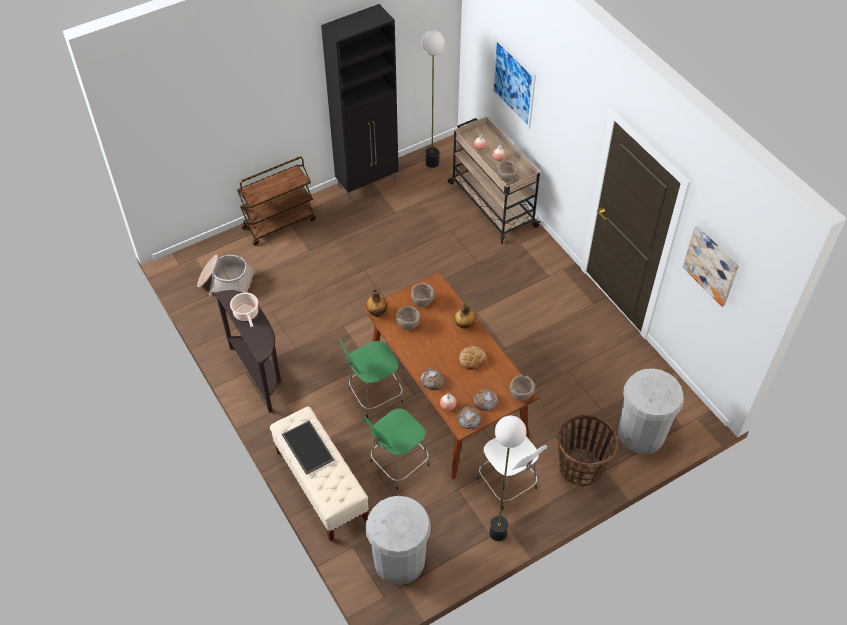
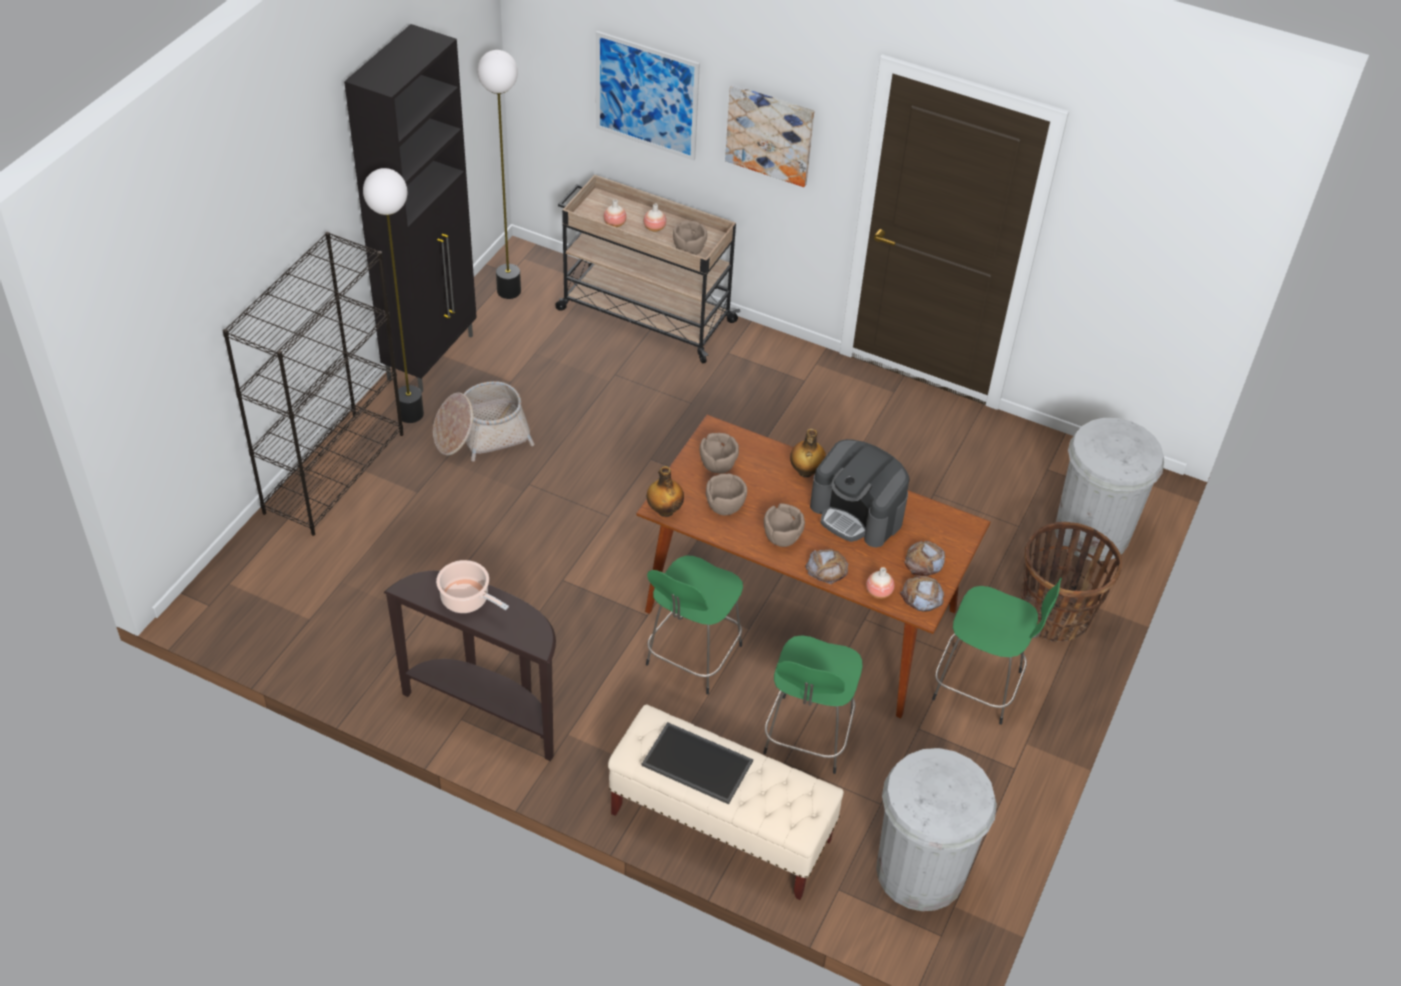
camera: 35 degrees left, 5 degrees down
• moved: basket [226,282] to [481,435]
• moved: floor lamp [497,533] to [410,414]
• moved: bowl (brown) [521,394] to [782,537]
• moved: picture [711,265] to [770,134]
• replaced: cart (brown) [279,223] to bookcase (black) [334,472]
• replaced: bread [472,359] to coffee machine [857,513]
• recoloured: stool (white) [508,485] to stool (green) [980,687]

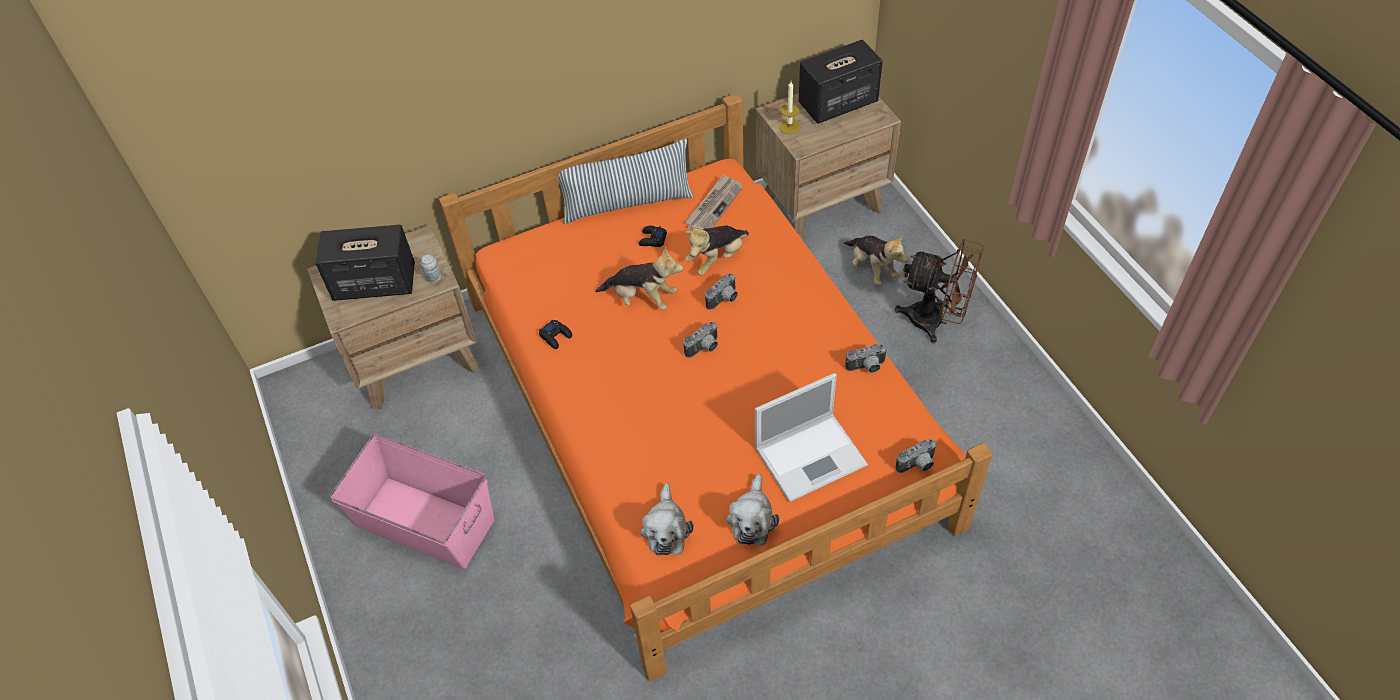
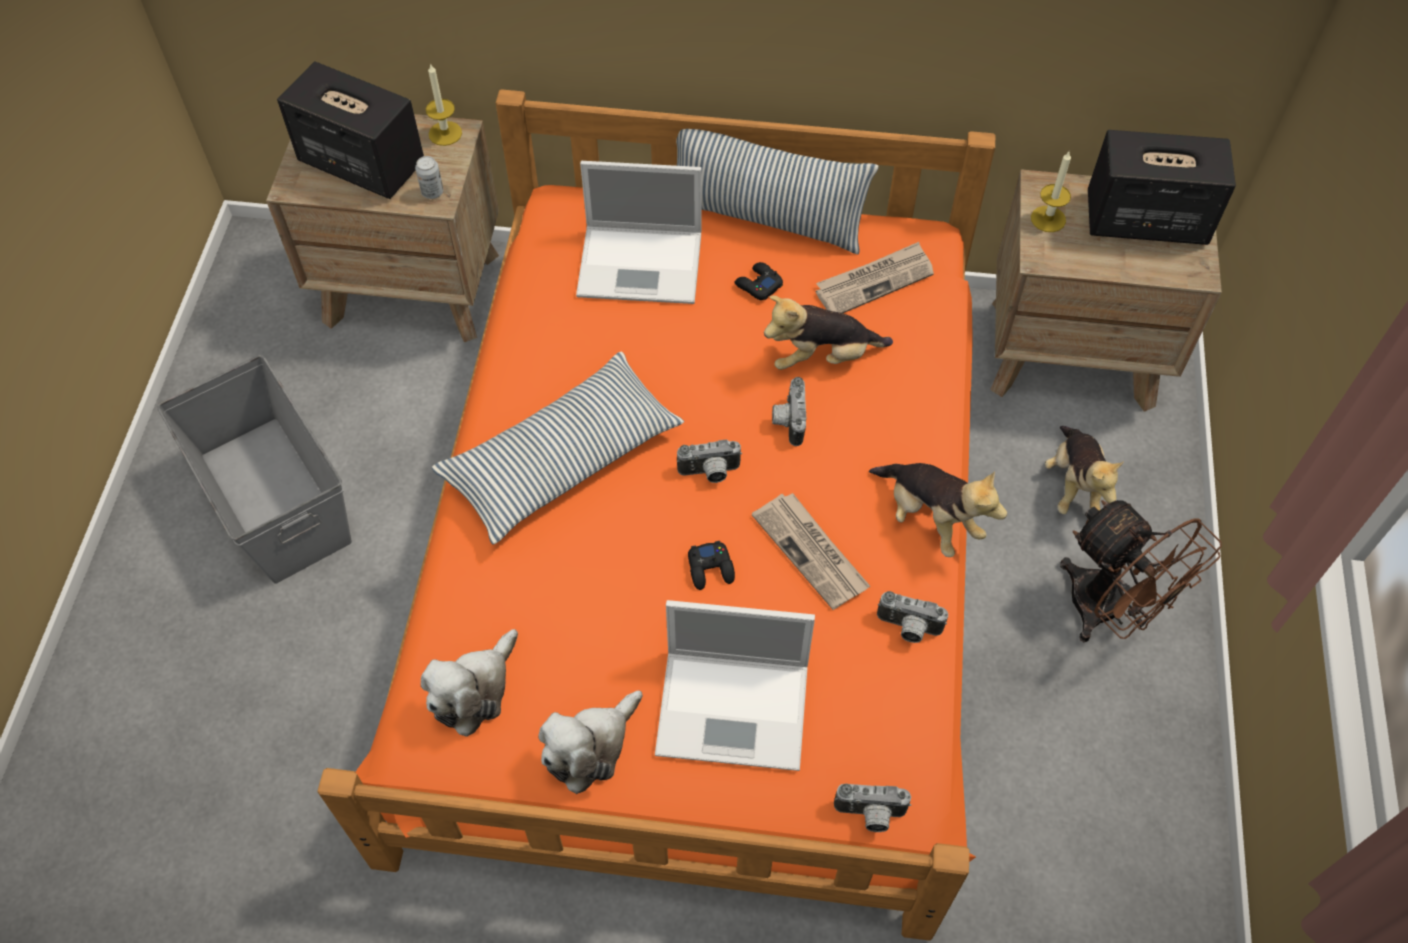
camera: 30 degrees right, 5 degrees up
• added: candle [445,133]
• added: pillow [562,458]
• added: laptop [643,264]
• added: newspaper [811,552]
• moved: game controller (black) [556,336] to [711,568]
• moved: plush toy [642,298] to [929,519]
• recoloured: storage box (pink) [425,523] to storage box (grey) [274,499]
• turned: photo camera [724,300] = [787,420] 105 degrees clockwise

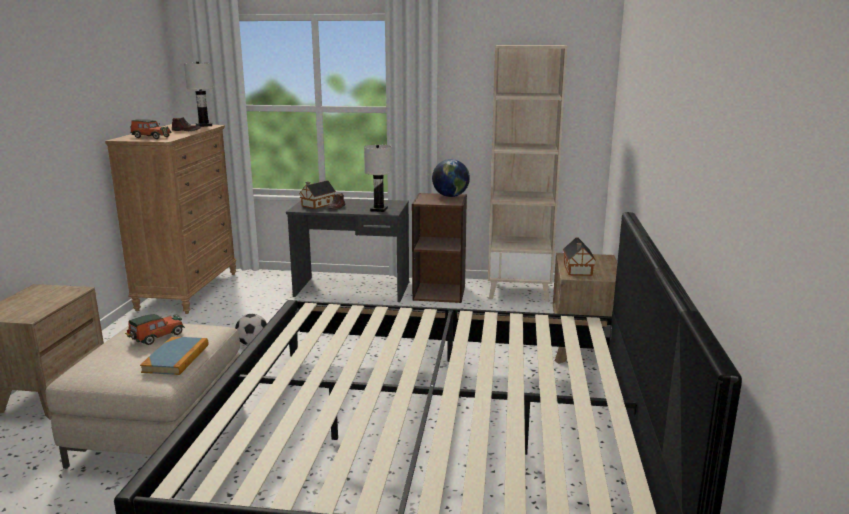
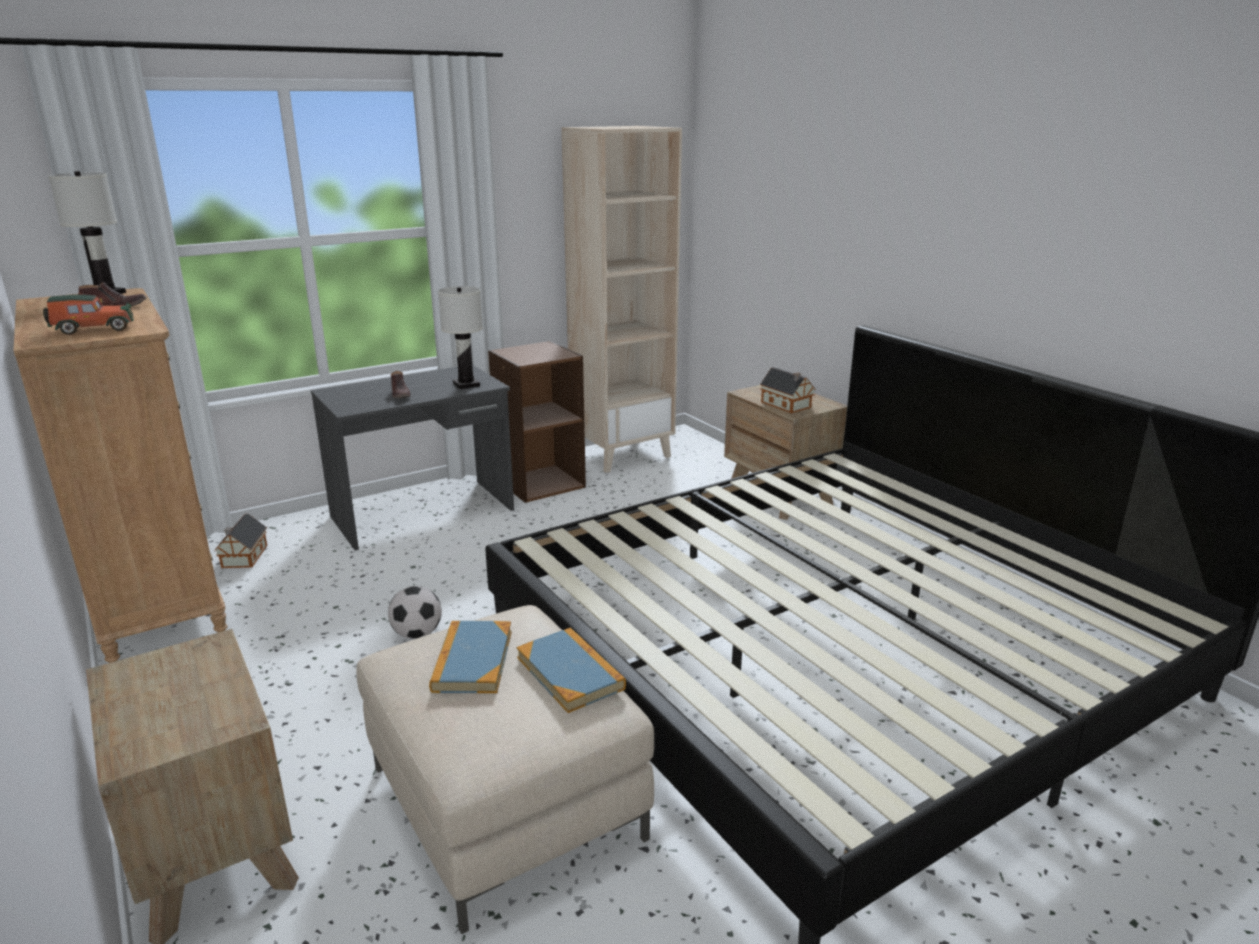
camera: 40 degrees left, 5 degrees up
• removed: globe [450,196]
• moved: toy house [317,205] to [243,557]
• replaced: toy car [156,337] to book [472,660]

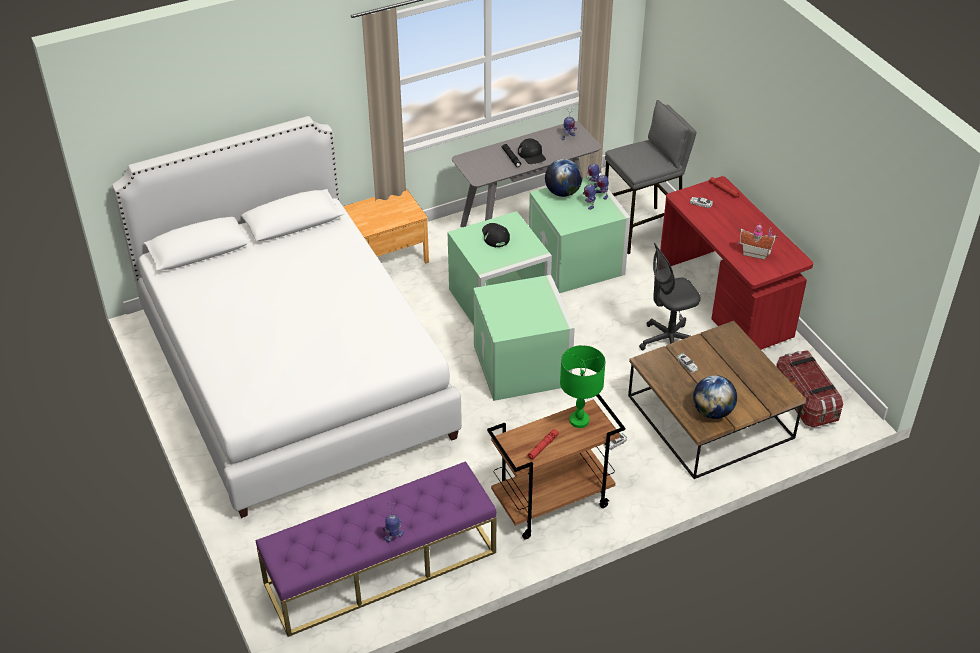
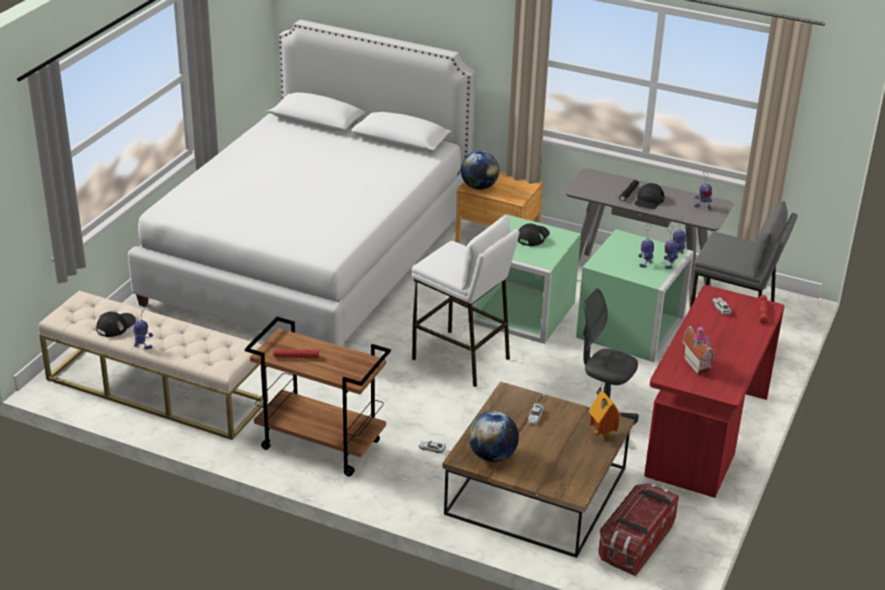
camera: 50 degrees right, 10 degrees down
• removed: table lamp (green) [578,420]
• added: cap (black) [116,326]
• added: toy house [601,435]
• moved: globe [562,192] to [479,187]
• replaced: storage box (green) [523,366] to stool (white) [461,359]
• recoloured: bench (purple) [380,568] to bench (beige) [155,390]

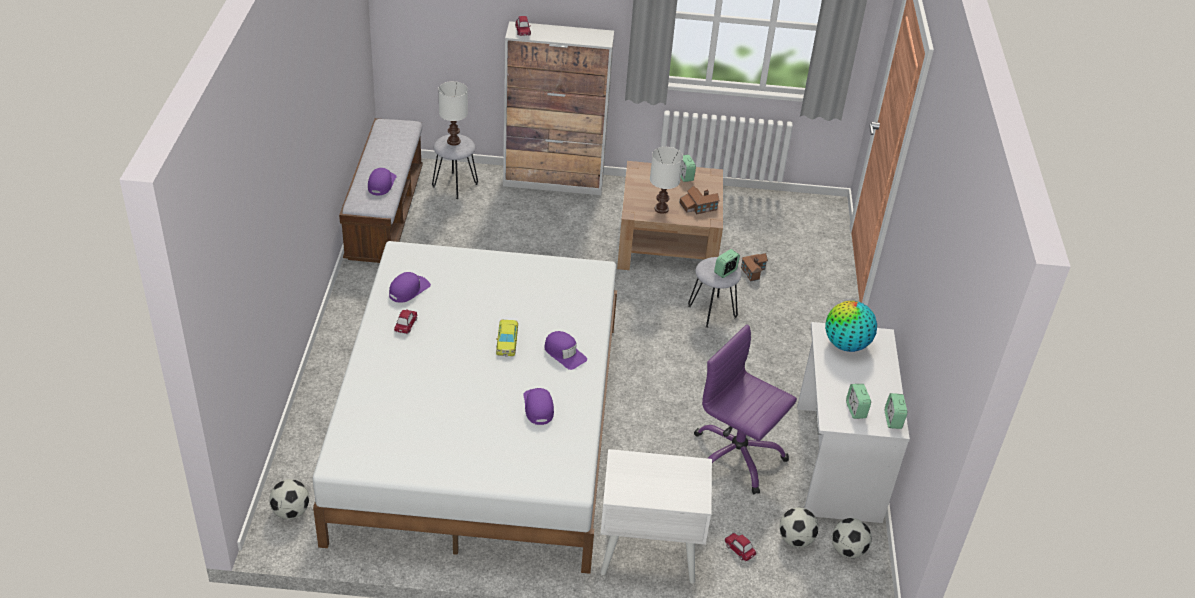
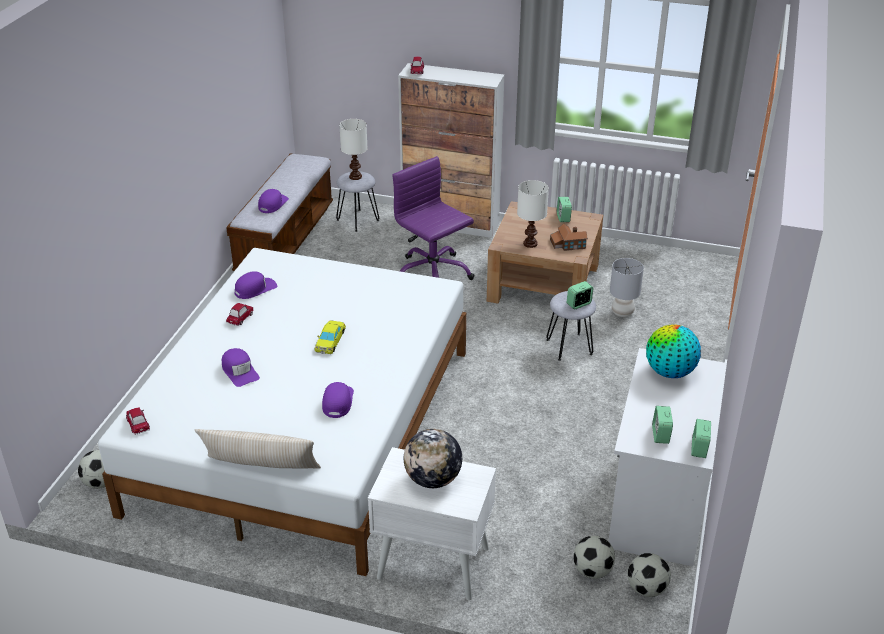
camera: 15 degrees right, 5 degrees down
• added: pillow (beige) [261,468]
• added: globe [433,479]
• moved: cap (purple) [564,353] to [239,371]
• moved: office chair (purple) [736,457] to [432,273]
• moved: toy car [739,549] to [138,424]
• replaced: toy house [753,269] to table lamp (grey) [622,313]

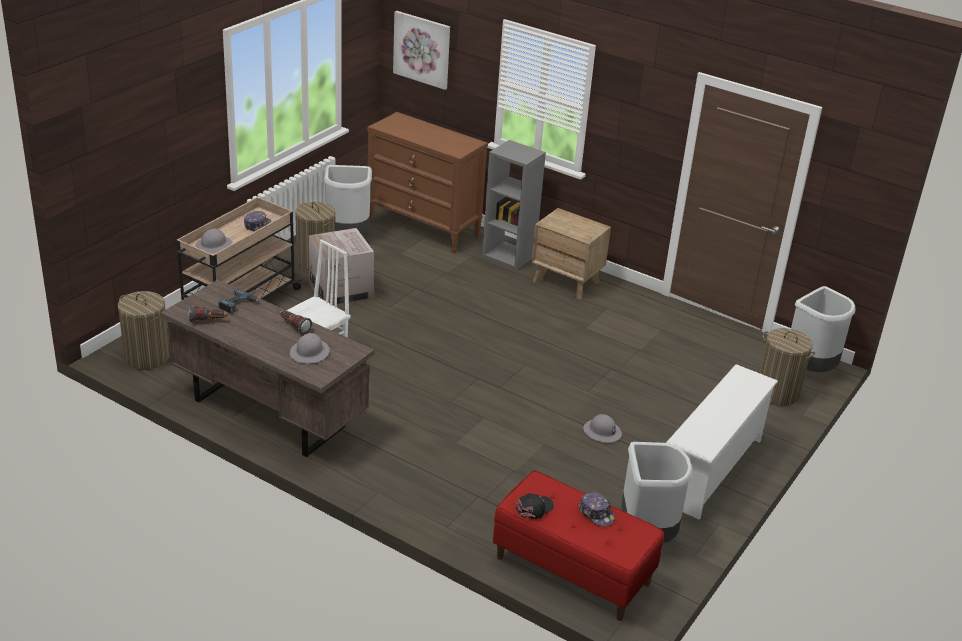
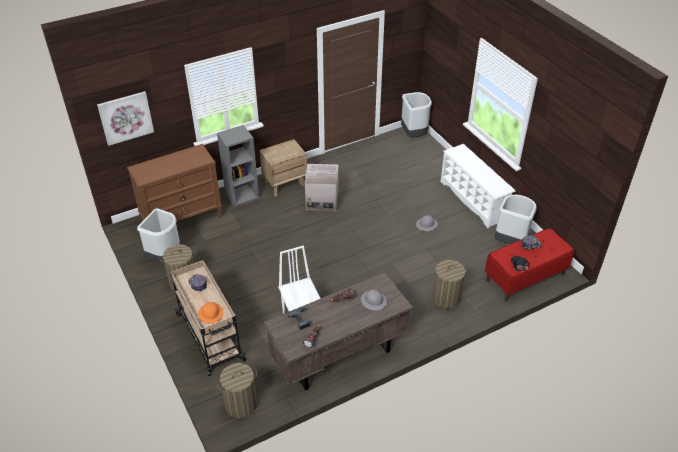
camera: 60 degrees left, 10 degrees up
• moved: cardboard box [341,291] to [322,200]
• moved: laundry basket [777,393] to [446,298]
• recoloured: hard hat (grey) [214,246] to hard hat (orange) [211,313]

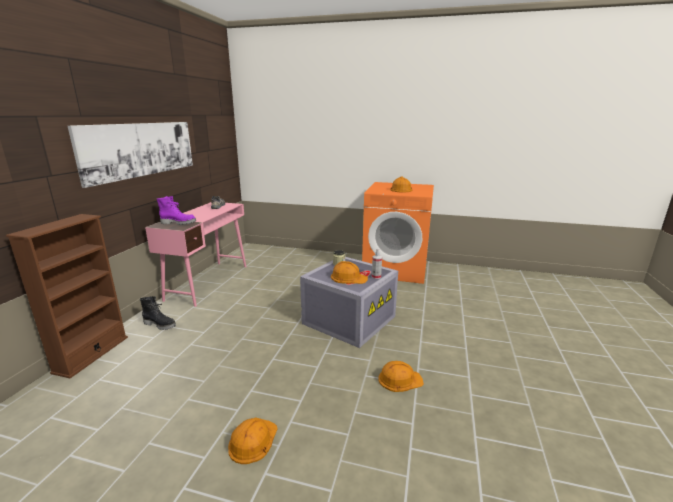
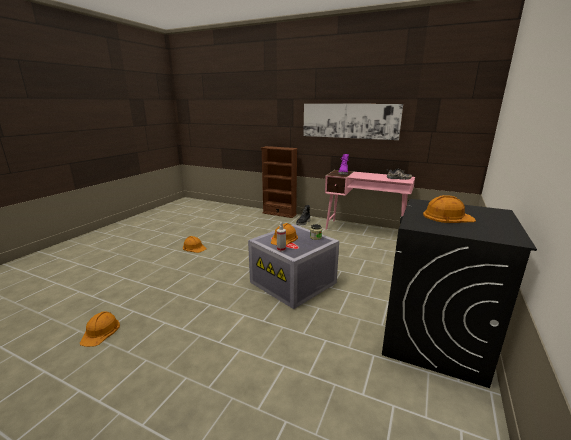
camera: 100 degrees right, 0 degrees up
• moved: hard hat (orange) [399,379] to [100,331]
• recoloured: washing machine (orange) [396,269] to washing machine (black) [434,338]

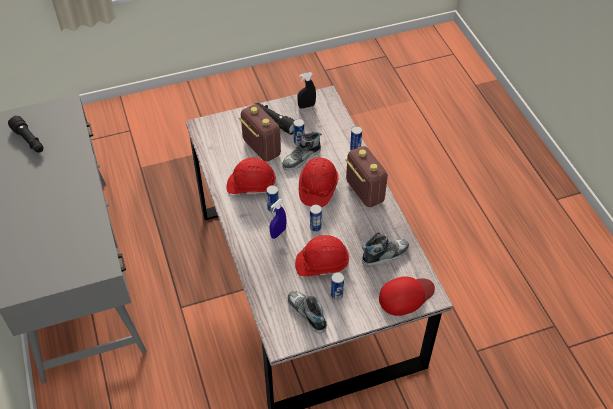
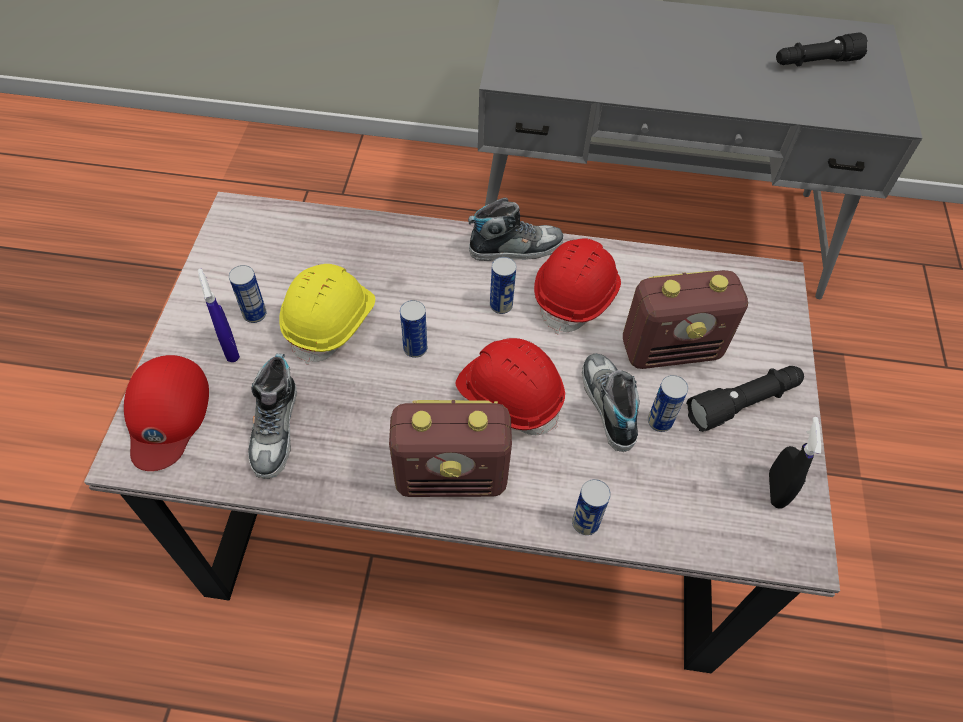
camera: 115 degrees right, 5 degrees up
• moved: spray bottle (blue) [278,233] to [230,348]
• moved: shoe [306,313] to [515,247]
• recoloured: hard hat (red) [321,264] to hard hat (yellow) [331,322]

